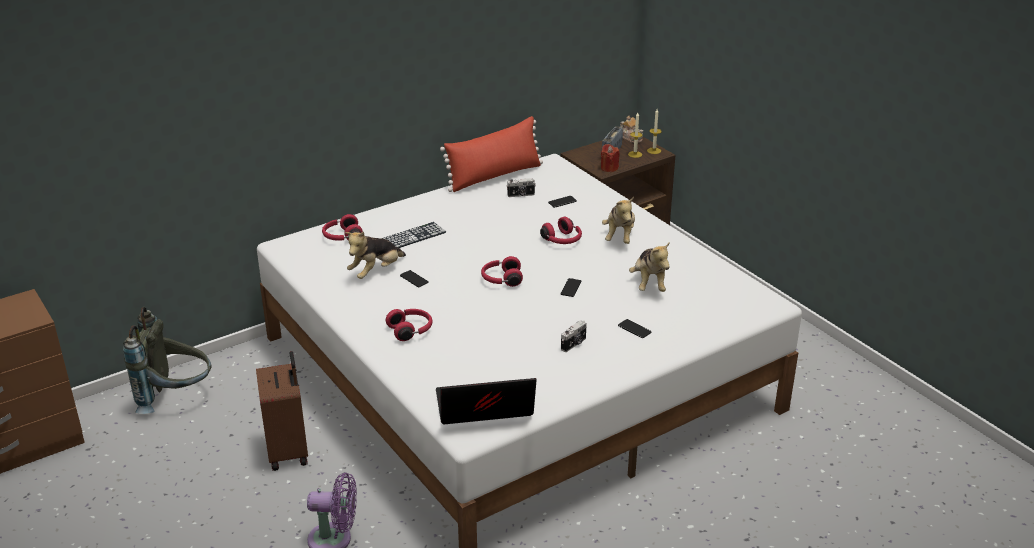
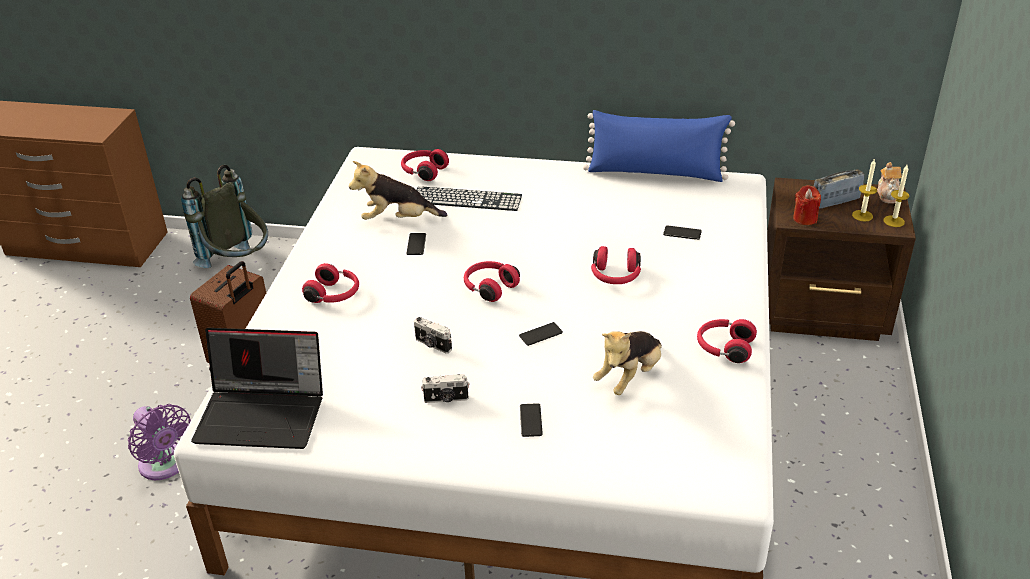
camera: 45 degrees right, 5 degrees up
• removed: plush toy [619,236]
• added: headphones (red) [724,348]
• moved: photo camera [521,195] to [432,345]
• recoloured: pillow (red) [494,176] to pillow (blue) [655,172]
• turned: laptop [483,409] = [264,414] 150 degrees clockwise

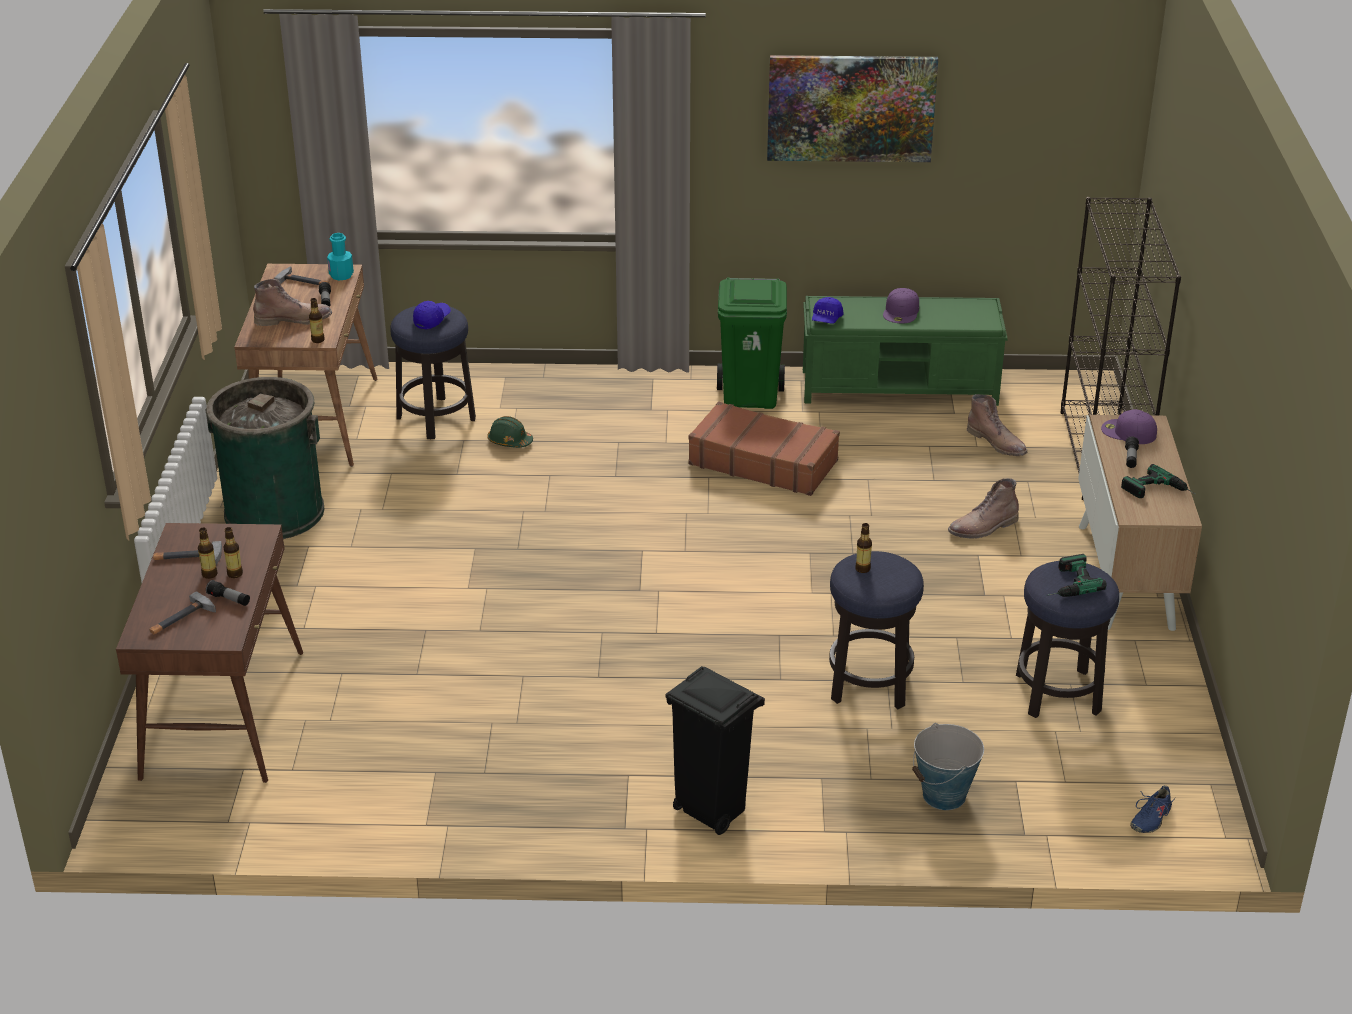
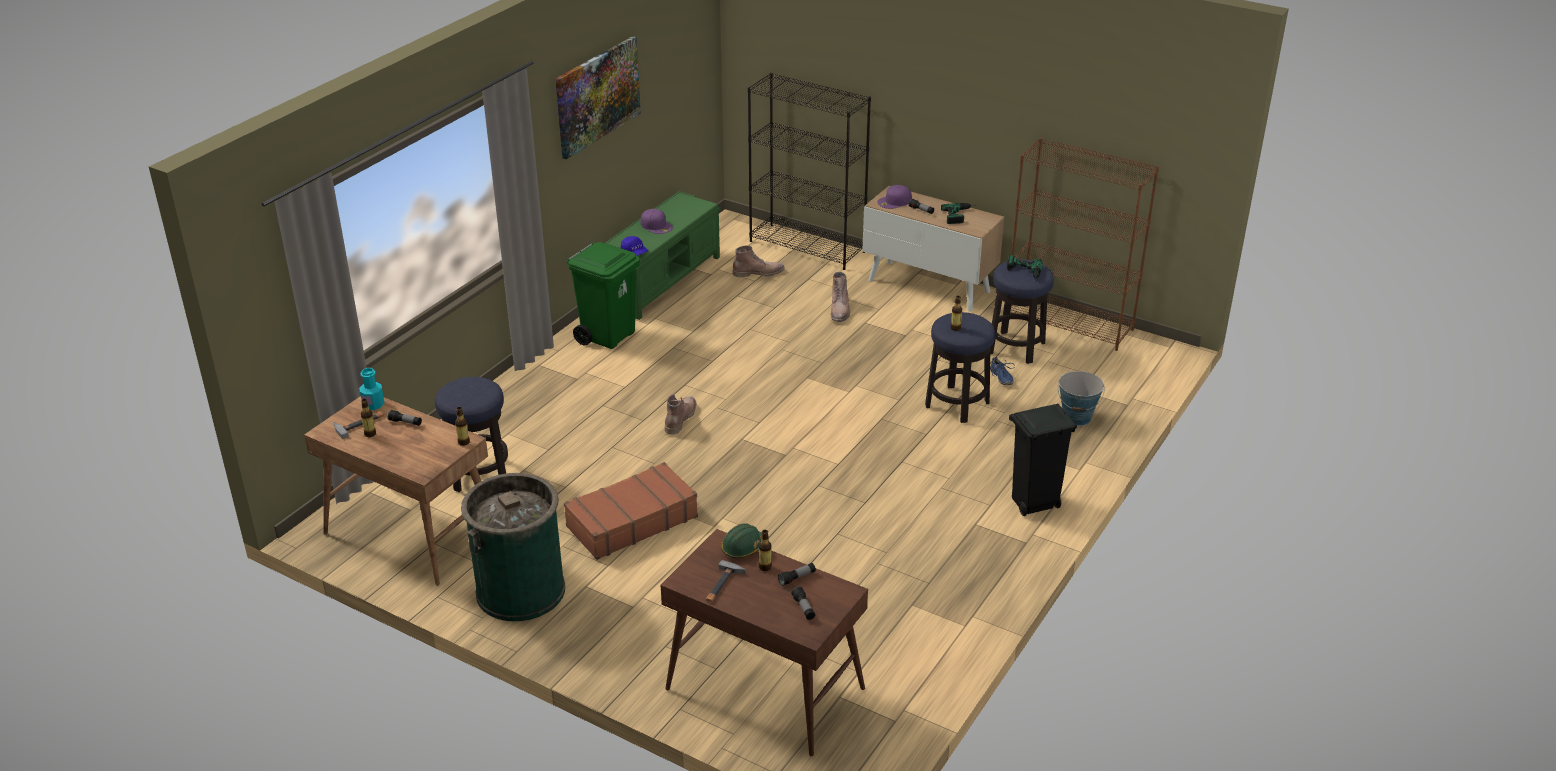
camera: 60 degrees left, 0 degrees up
• removed: cap (blue) [432,320]
• added: bookcase (brown) [1070,323]
• moved: bottle [209,574] to [370,434]
• moved: boot (brown) [293,319] to [680,418]
• moved: hard hat (green) [509,441] to [743,548]
• moved: suitcase (brown) [763,462] to [631,521]
• moved: shoe (blue) [1150,818] to [1001,377]
• replaced: hammer [181,619] to flashlight [803,608]

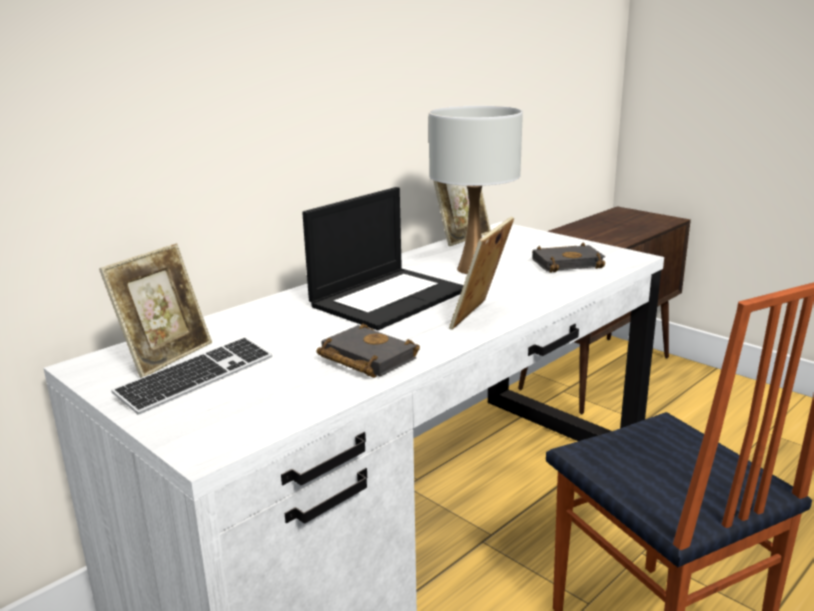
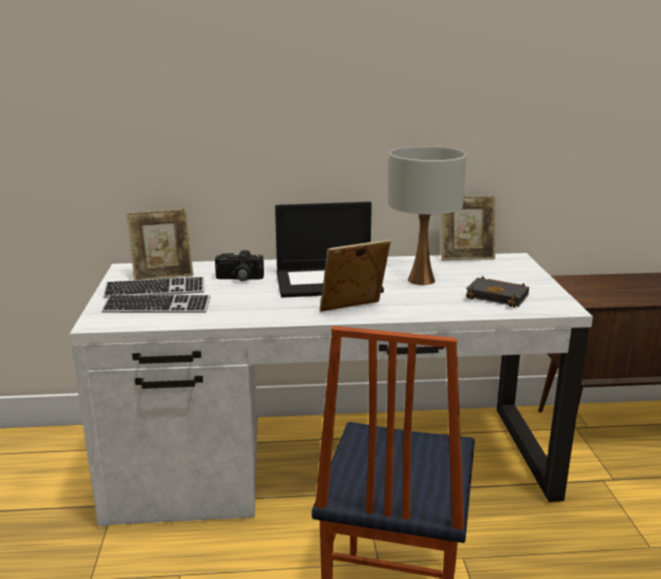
camera: 40 degrees right, 0 degrees up
• removed: book (black) [364,358]
• added: keyboard [157,307]
• added: photo camera [239,278]

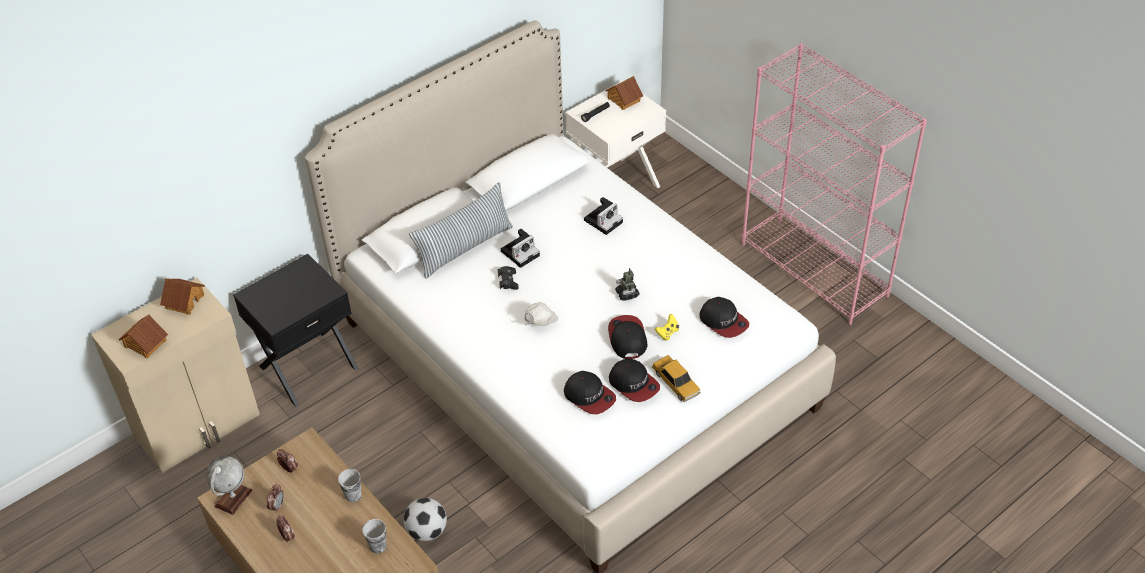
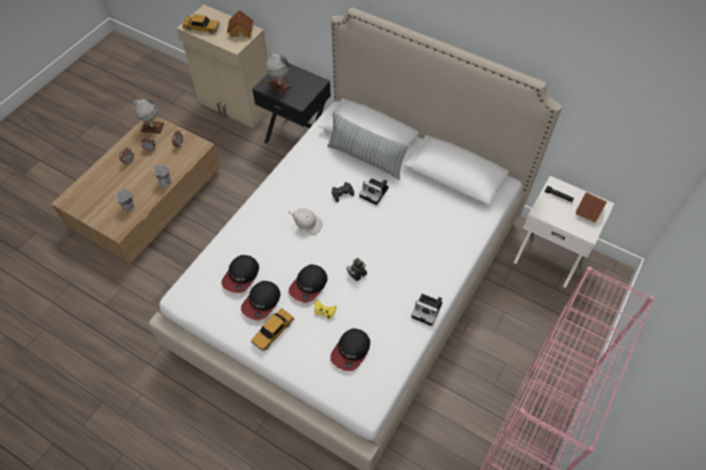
camera: 70 degrees right, 10 degrees up
• removed: football [427,531]
• added: globe [279,85]
• moved: photo camera [604,220] to [428,310]
• replaced: toy house [145,344] to toy car [202,28]
• turned: cap [627,338] = [309,285] 150 degrees clockwise

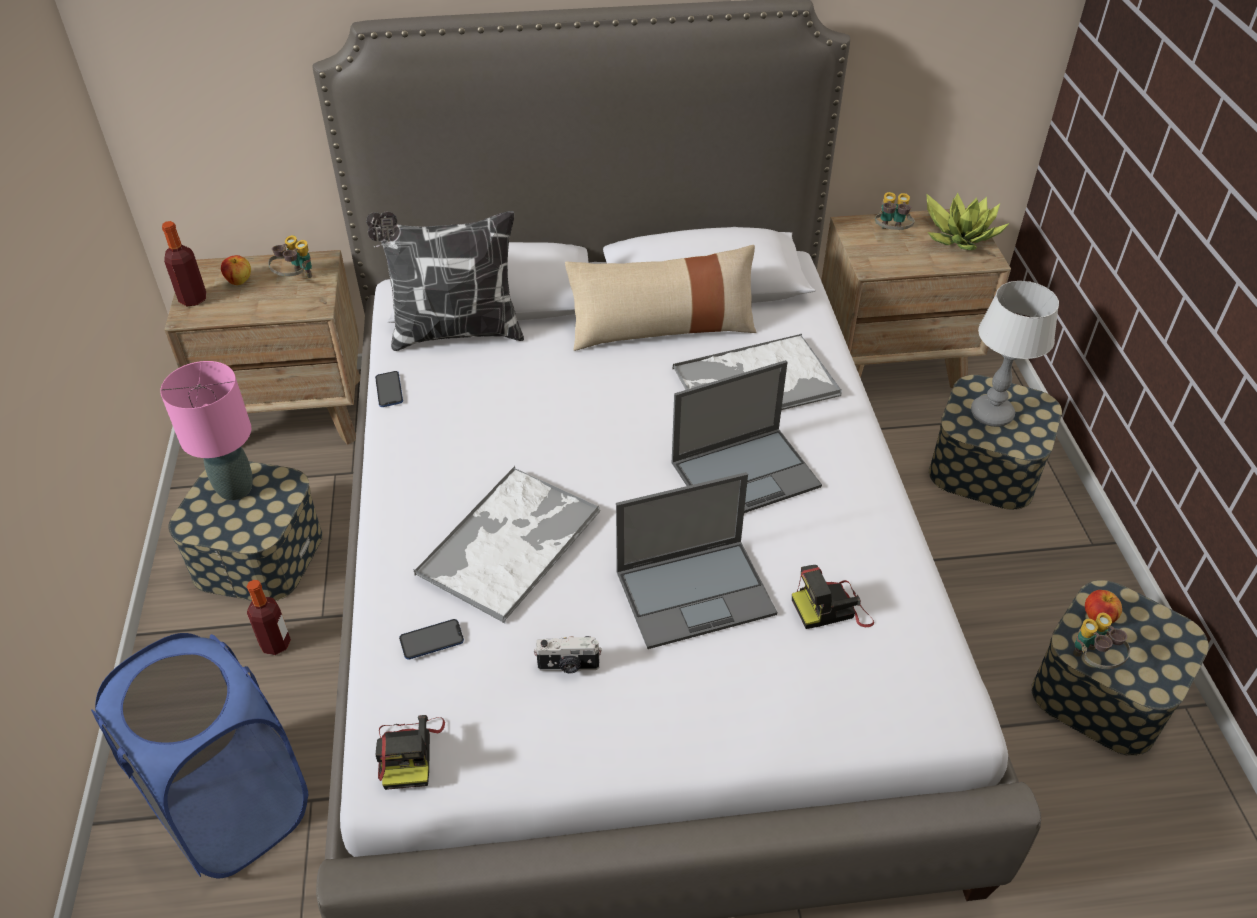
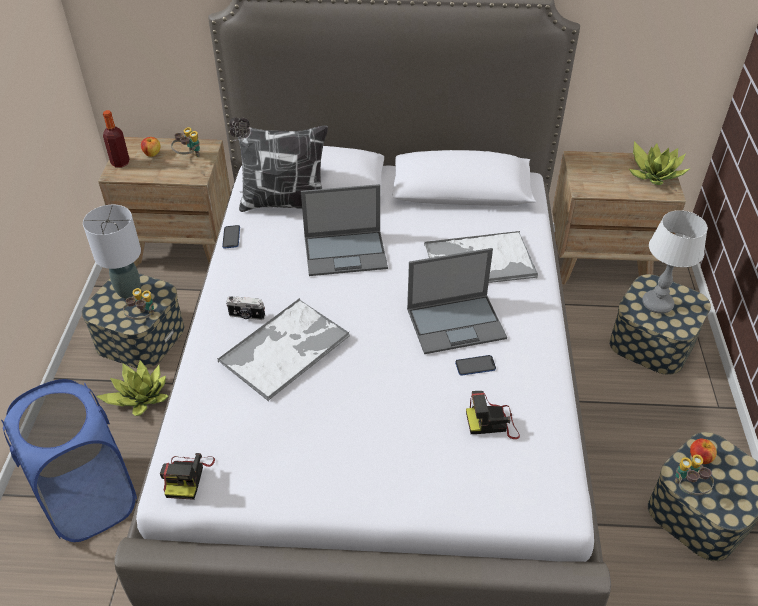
camera: 10 degrees right, 0 degrees up
• removed: pillow (beige) [662,328]
• moved: phone [432,640] to [475,366]
• moved: photo camera [568,666] to [246,316]
• moved: laptop [696,592] to [346,252]
• moved: binoculars [891,234] to [143,318]
• replaced: bottle [275,644] to potted plant [139,396]
• recoloured: table lamp (pink) [234,489] to table lamp (grey) [128,291]

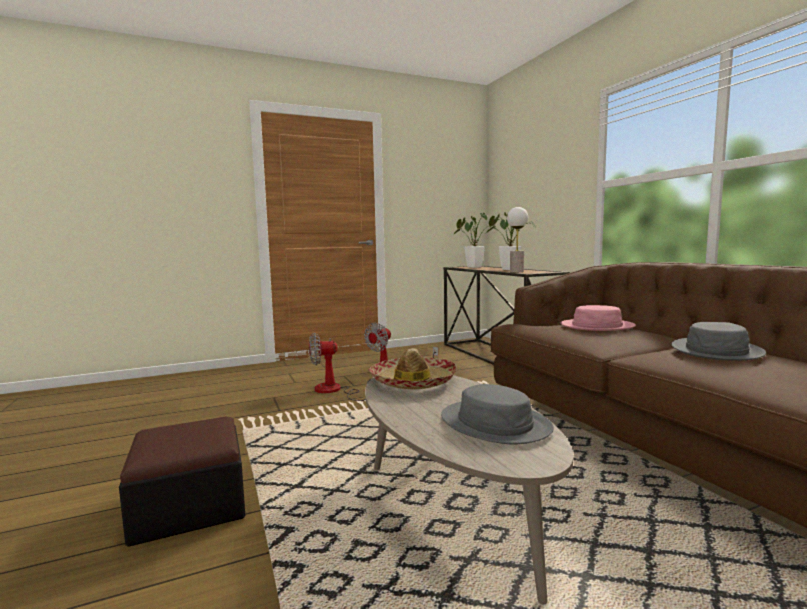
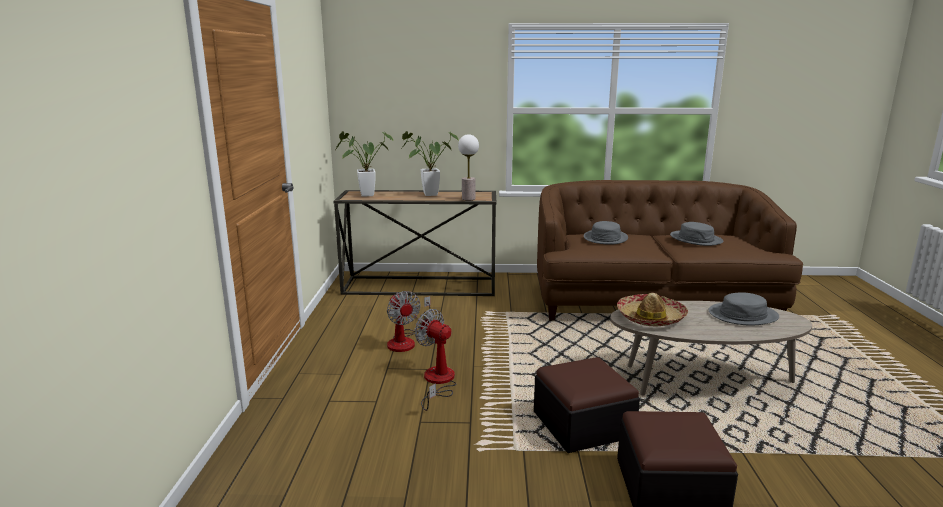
camera: 65 degrees left, 10 degrees up
• added: ottoman [583,424]
• recoloured: hat (pink) [596,326] to hat (grey) [605,238]
• turned: fan [334,391] = [437,382] 120 degrees clockwise

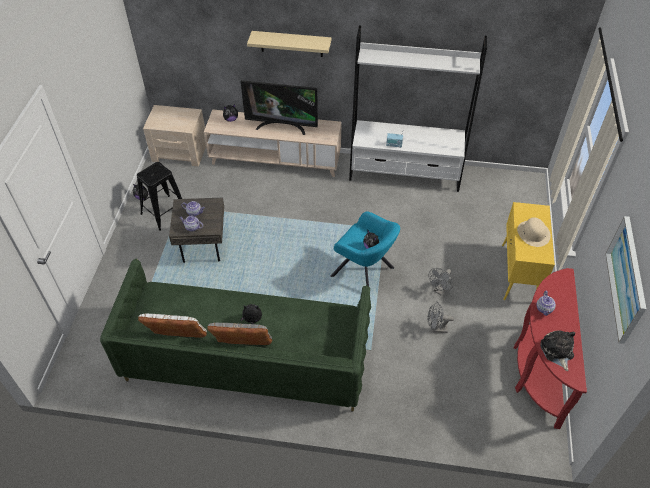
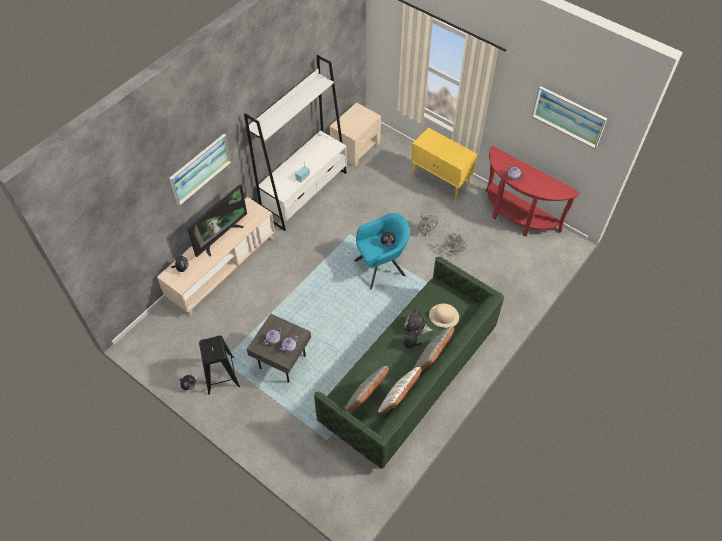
camera: 60 degrees left, 5 degrees up
• added: pillow (grey) [366,398]
• moved: nightstand (beige) [180,152] to [355,147]
• moved: hat (beige) [533,233] to [444,316]
• moved: plush toy [557,351] to [416,326]
• replaced: shelf (beige) [291,44] to picture [200,169]

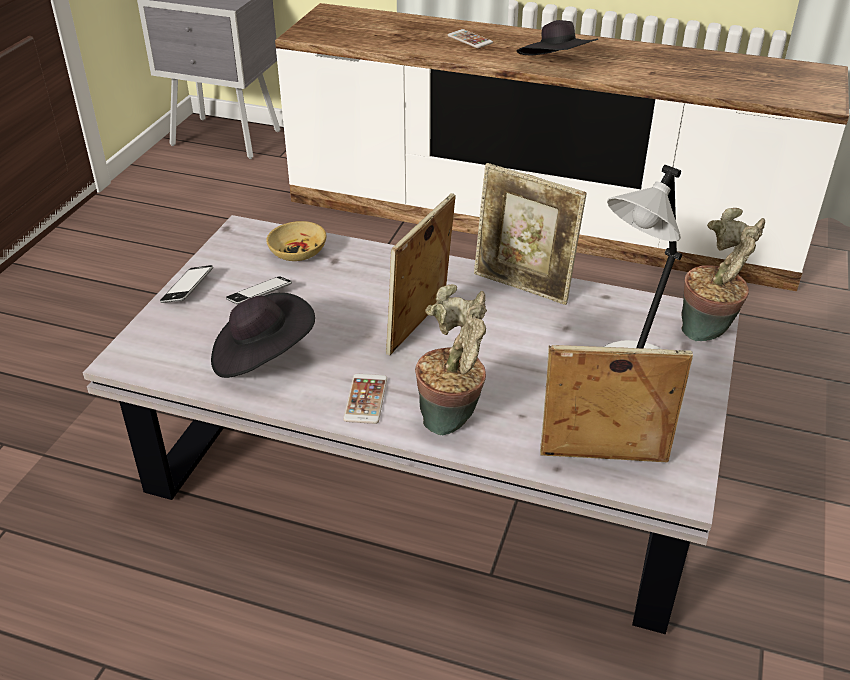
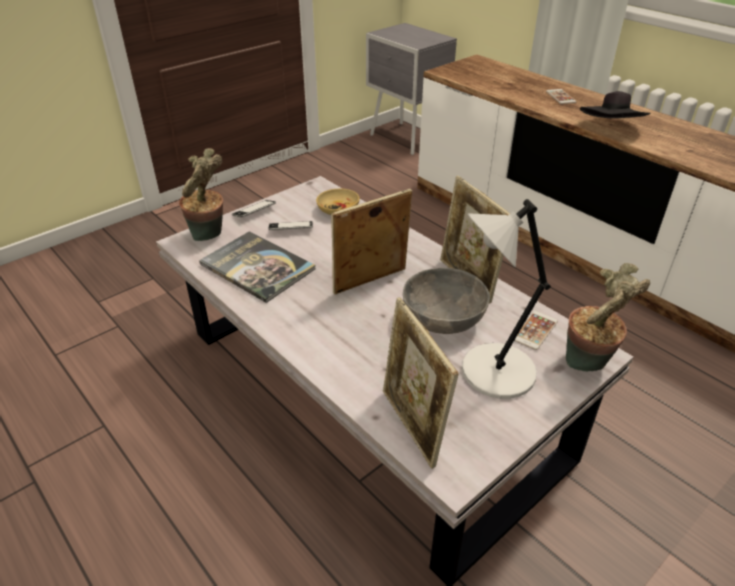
camera: 30 degrees right, 0 degrees up
• added: bowl (grey) [442,319]
• moved: phone [365,399] to [535,330]
• moved: potted plant [452,420] to [209,236]
• replaced: hat (black) [262,356] to book [257,267]
• turned: picture frame [602,462] = [412,427] 150 degrees counterclockwise

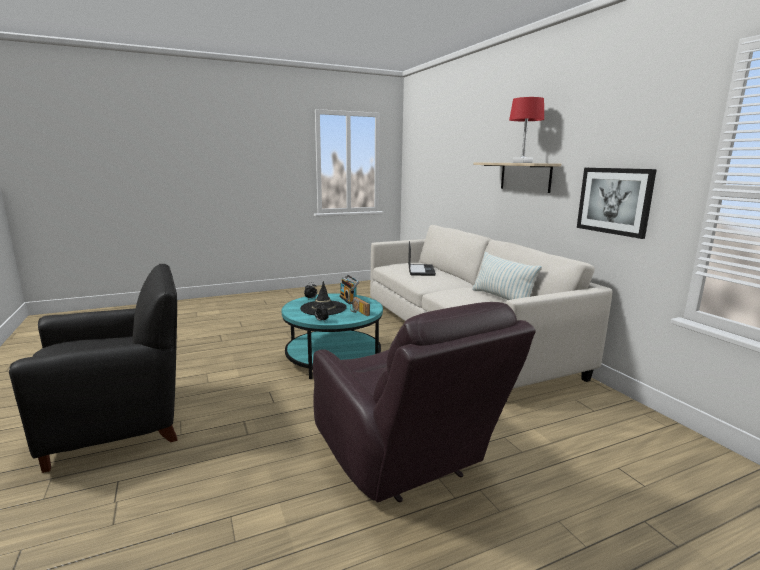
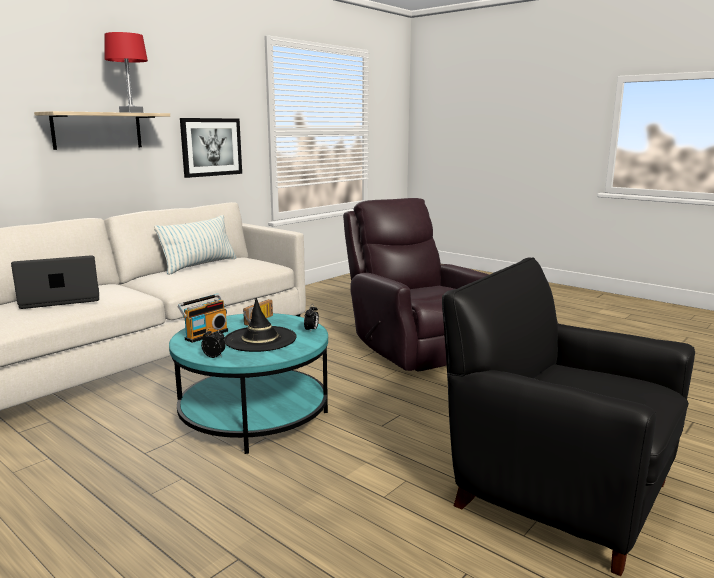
camera: 115 degrees left, 0 degrees up
• turned: armchair (brown) [404,459] = [414,346] 60 degrees counterclockwise

